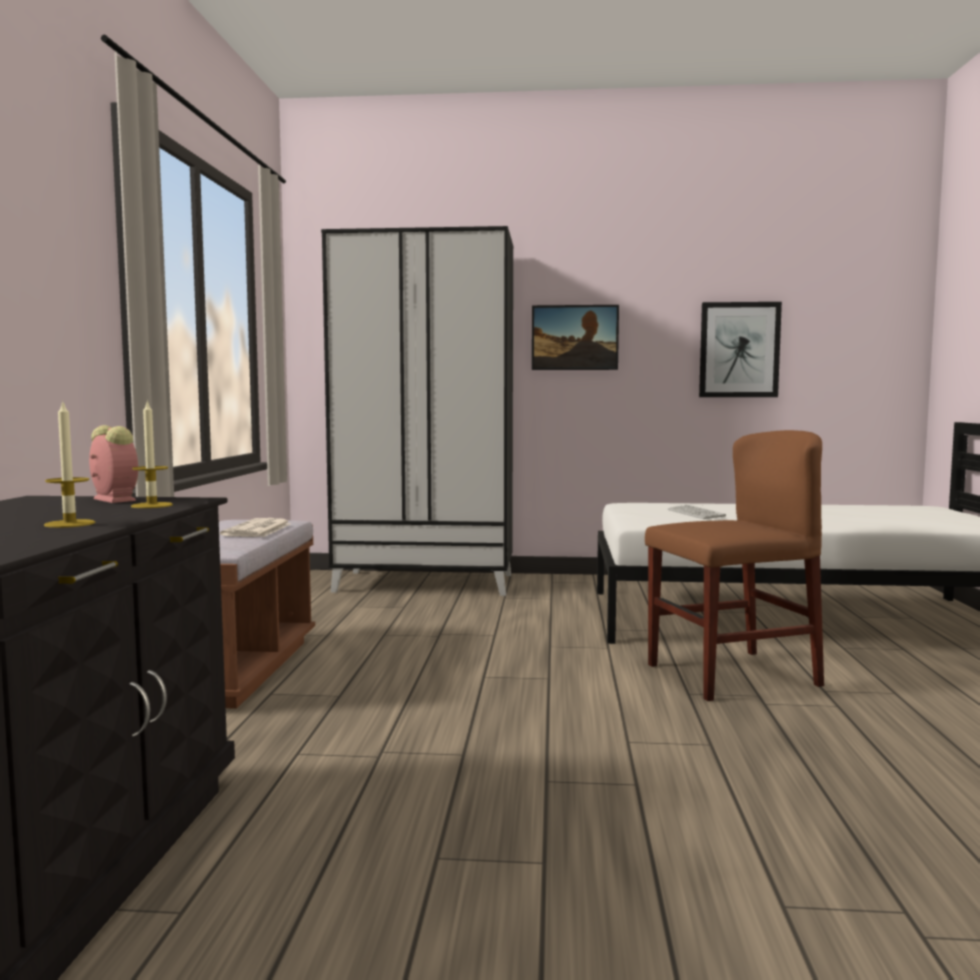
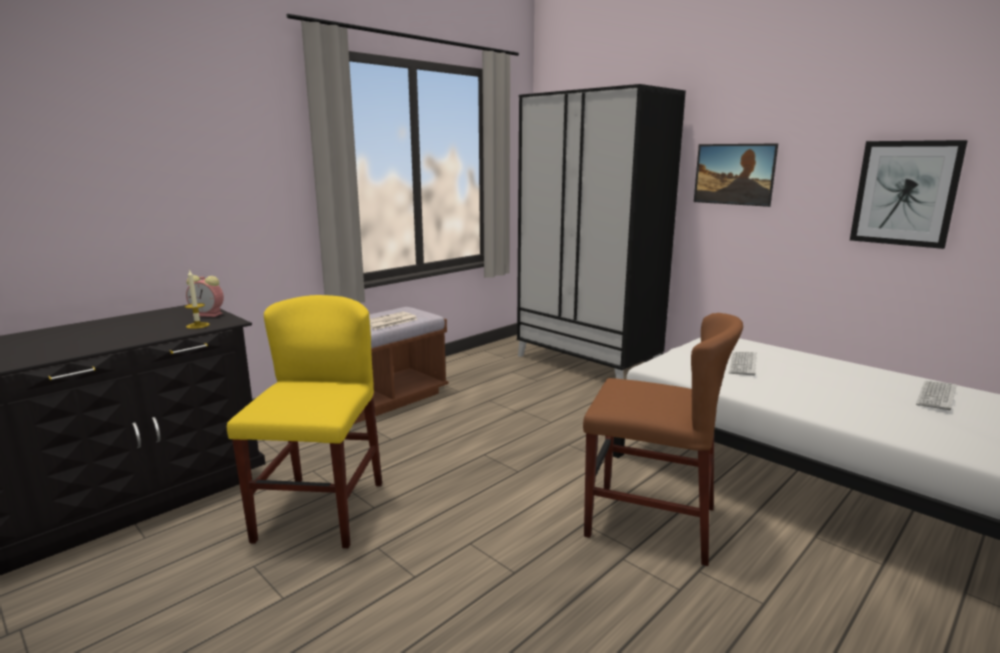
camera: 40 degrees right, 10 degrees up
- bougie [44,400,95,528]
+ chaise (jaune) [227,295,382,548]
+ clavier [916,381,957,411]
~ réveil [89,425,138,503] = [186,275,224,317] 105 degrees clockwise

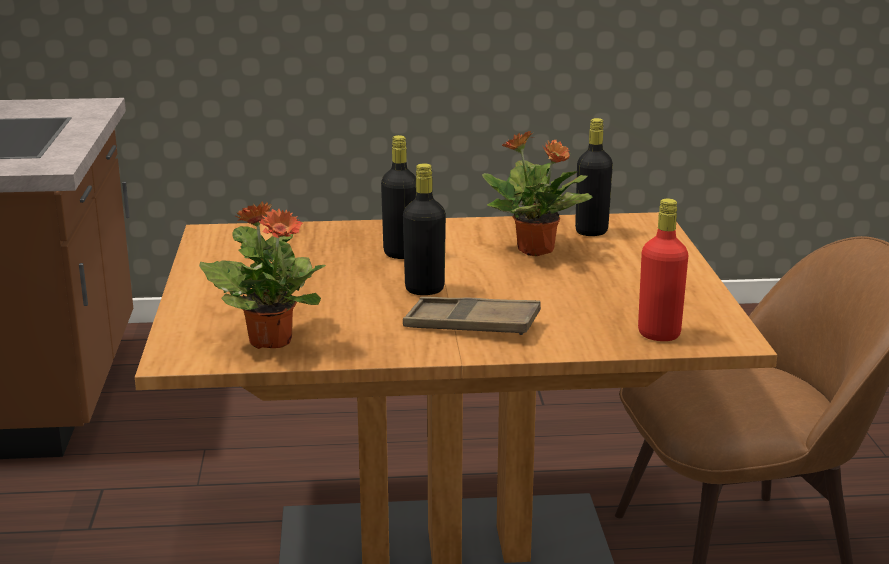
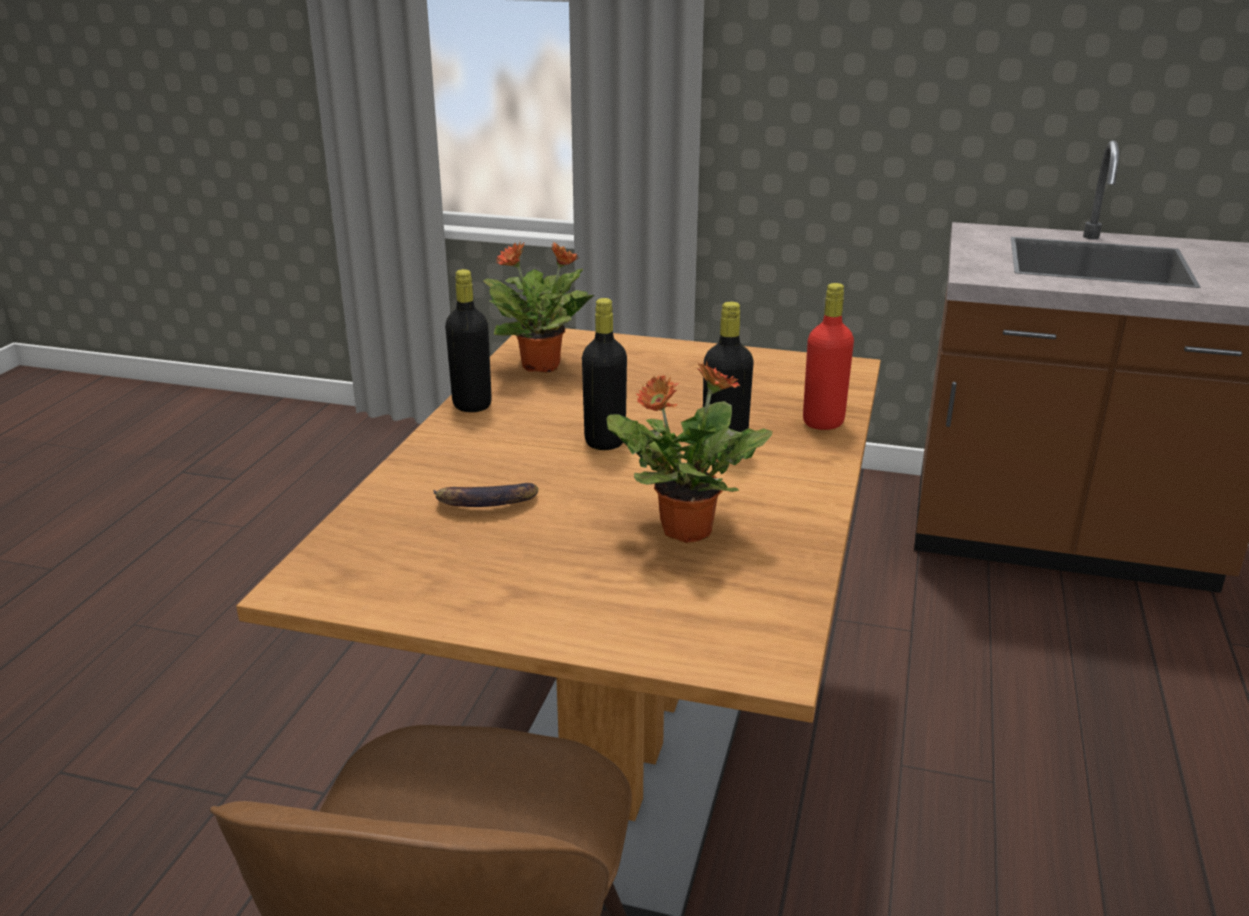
camera: 110 degrees right, 5 degrees up
- plateau (marron) [403,297,541,335]
+ banane [433,483,538,507]
~ bouteille (noir) [575,118,613,236] to [445,269,492,412]
~ bouteille (rouge) [638,199,689,341] to [803,283,854,430]

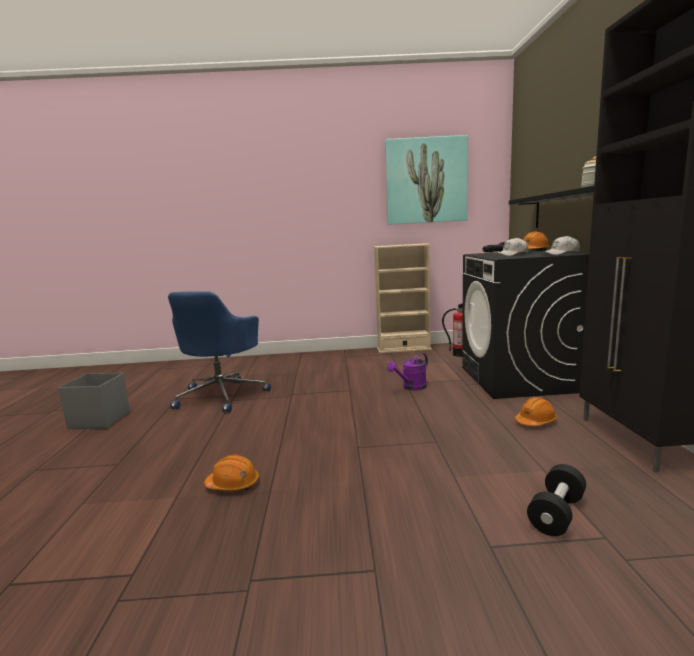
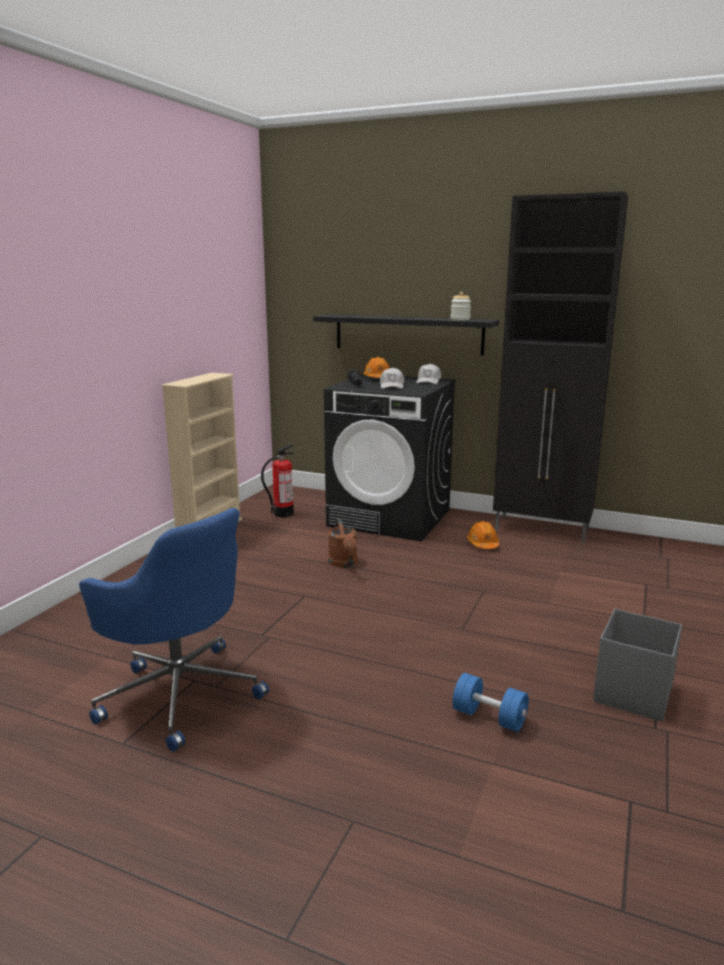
camera: 65 degrees left, 5 degrees up
- tableau [385,135,468,225]
- haltère (noir) [527,464,586,536]
~ boîte de rangement (gris) [58,373,130,429] to [593,609,682,722]
~ casque de chantier (orange) [204,455,259,491] to haltère (bleu) [453,673,529,732]
~ arrosoir (violet) [387,353,428,390] to arrosoir (marron) [328,518,357,567]

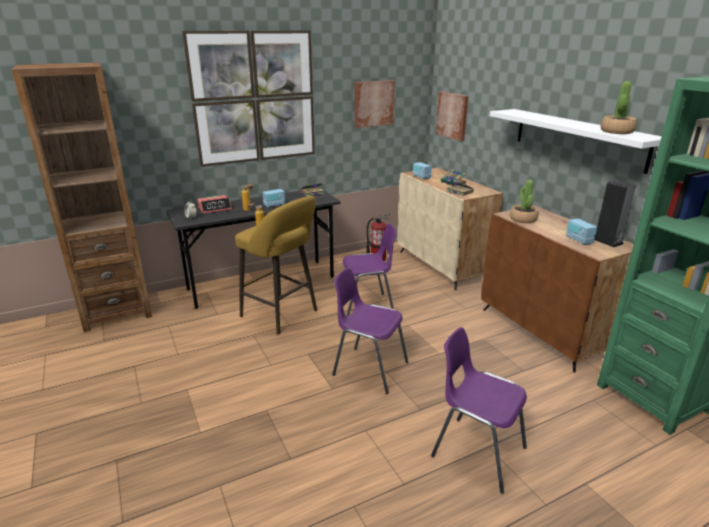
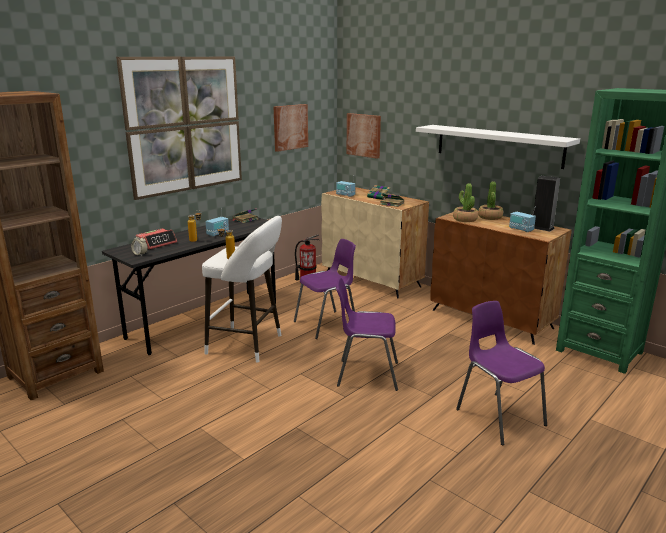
camera: 20 degrees left, 5 degrees down
~ plante en pot [601,81,637,134] to [478,181,503,220]
~ tabouret (jaune) [235,196,317,334] to tabouret (blanc) [202,216,282,363]
~ chaise (violet) [431,327,527,494] = [456,301,547,445] 45 degrees clockwise

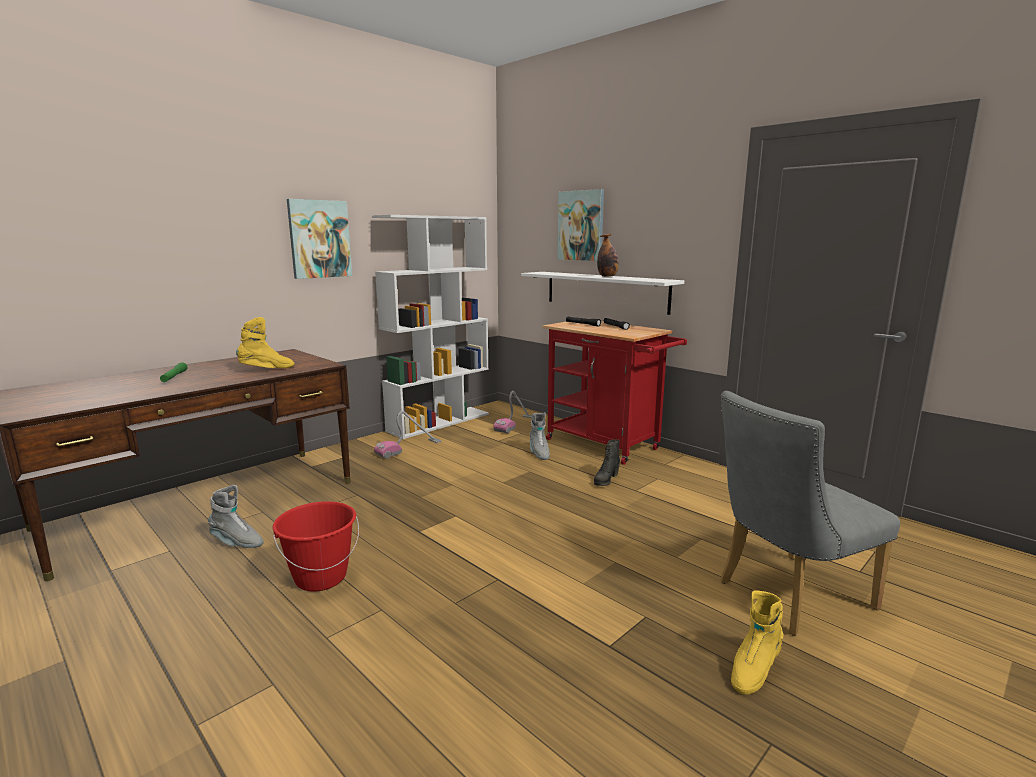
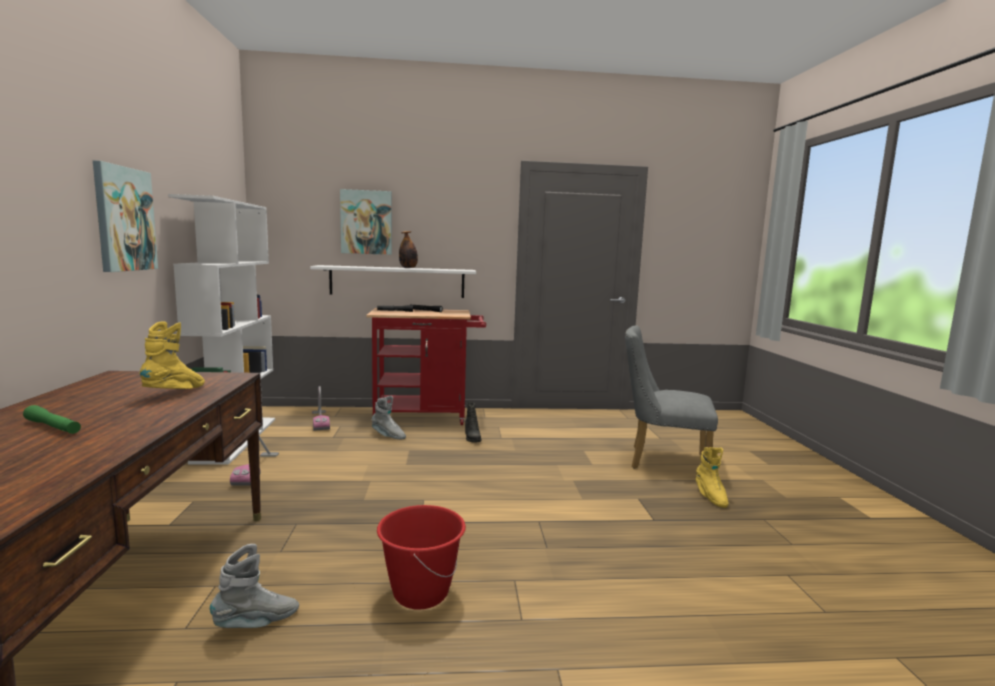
camera: 50 degrees left, 5 degrees down
~ chaise (gris) [720,391,900,636] = [625,325,718,469] 90 degrees clockwise

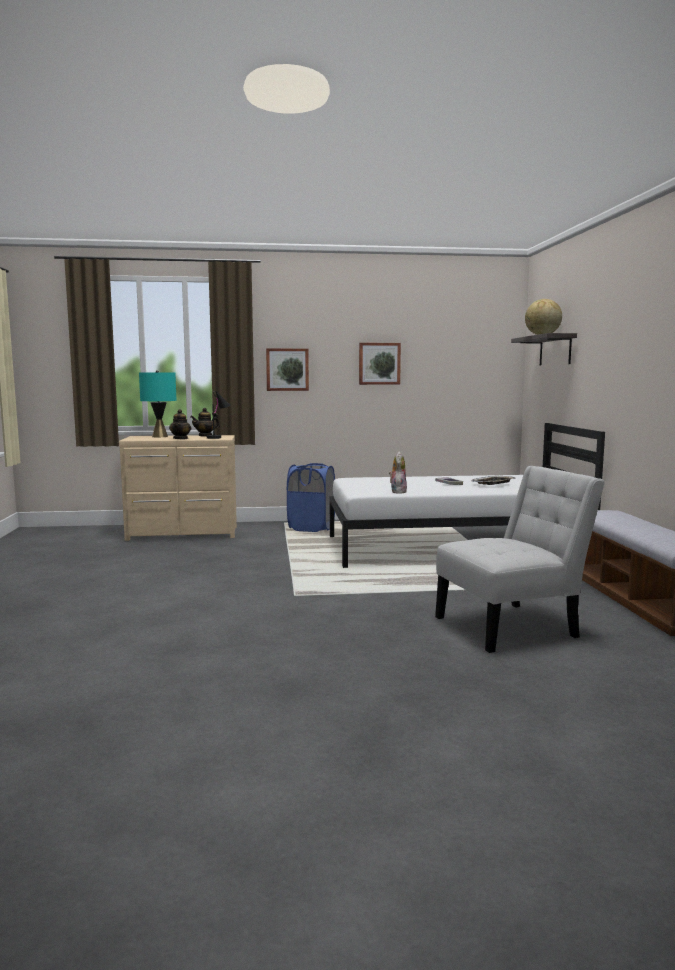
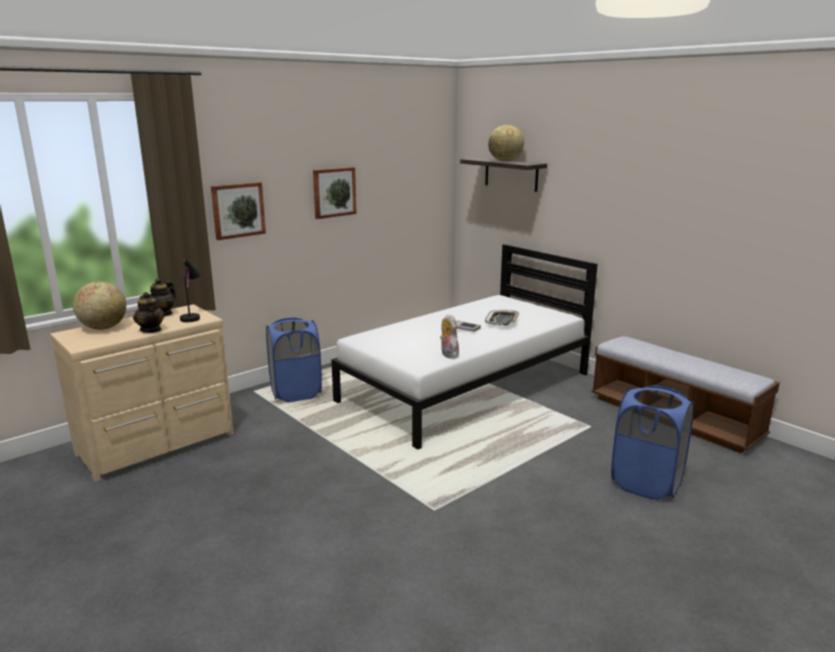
camera: 35 degrees left, 10 degrees up
~ lampe de table (turquoise) [139,370,177,437] to globe [73,281,126,330]
~ chaise (blanc) [435,466,605,653] to panier à linge (bleu) [611,385,694,500]

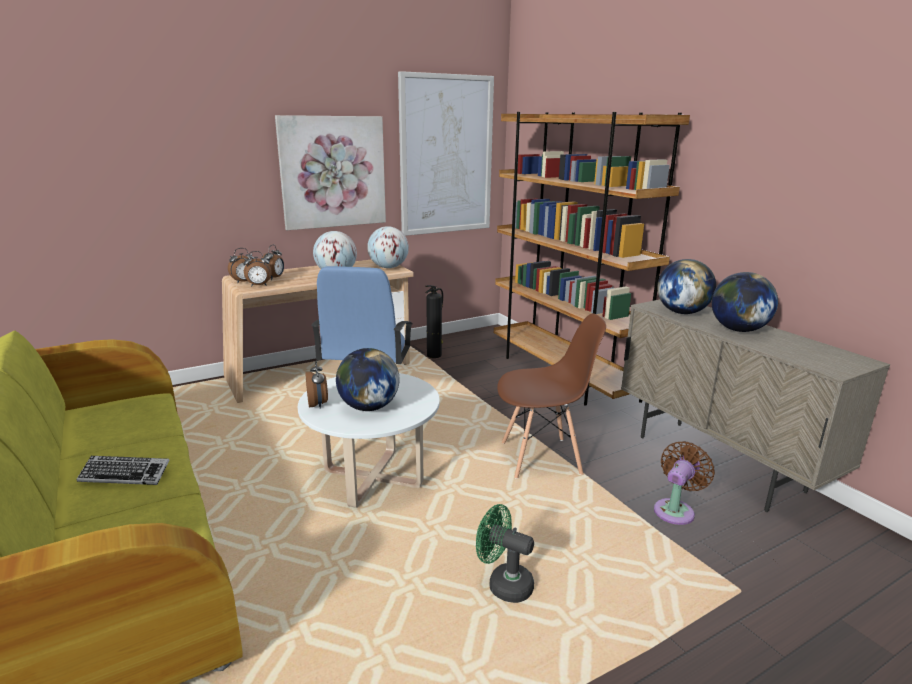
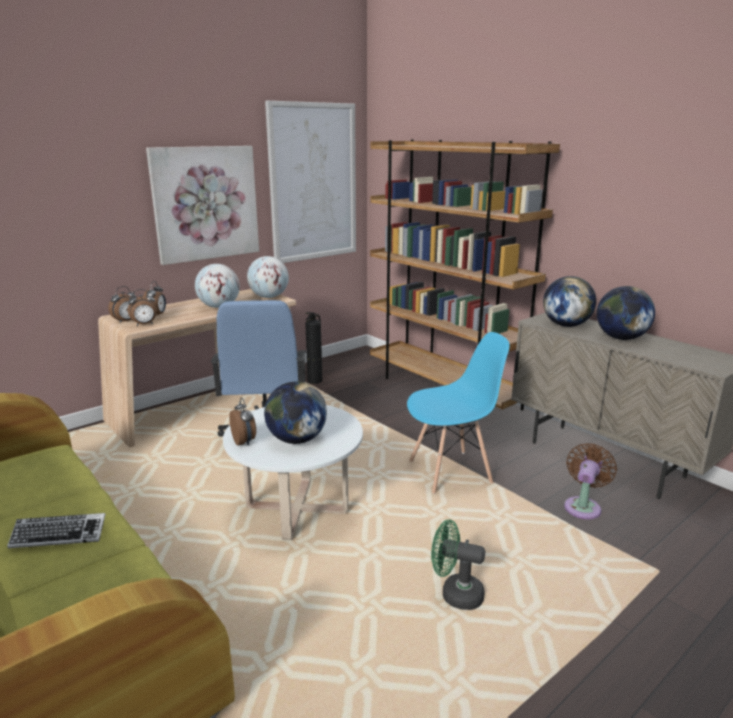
camera: 10 degrees left, 0 degrees up
~ chaise (marron) [497,314,606,479] to chaise (bleu) [407,332,510,494]

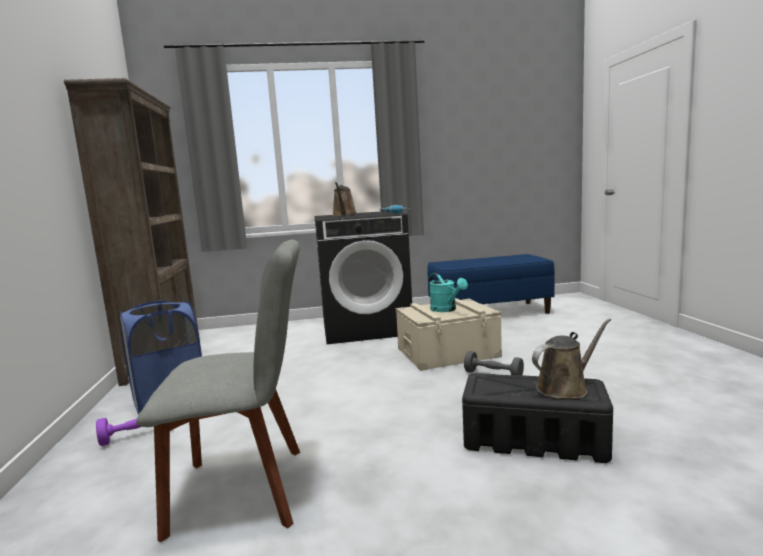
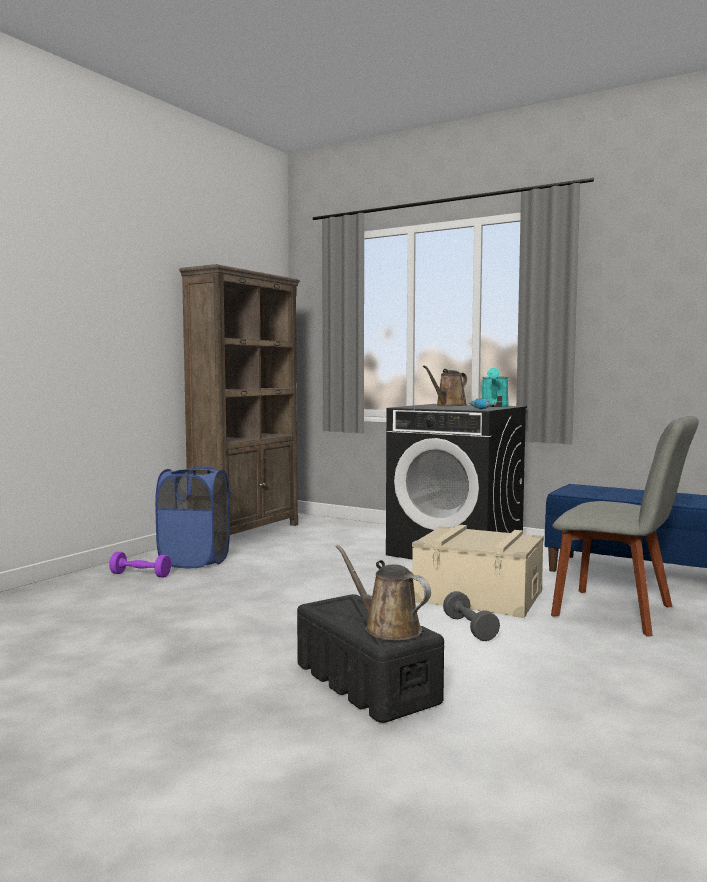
camera: 40 degrees right, 5 degrees down
~ chaise (gris) [136,239,300,542] to [551,416,699,637]
~ arrosoir (turquoise) [429,273,468,312] to [482,368,509,407]
~ arrosoir (marron) [532,319,611,399] = [335,545,431,640] 150 degrees counterclockwise

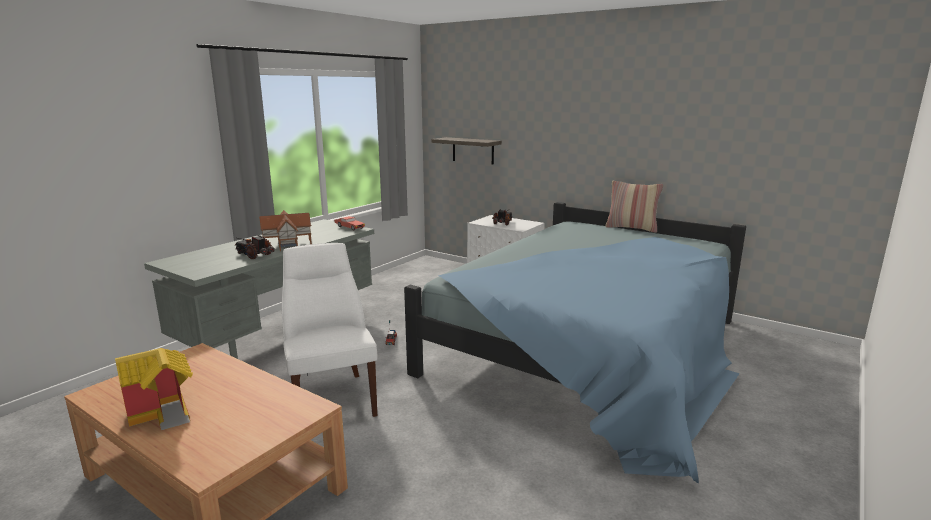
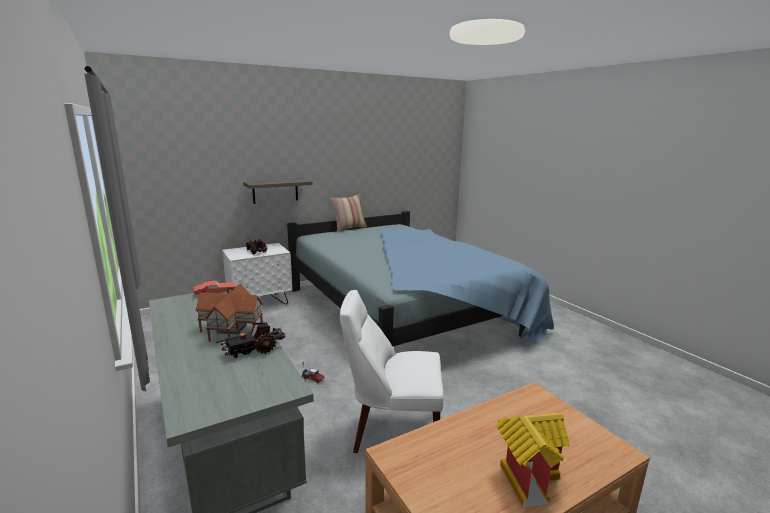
camera: 65 degrees left, 0 degrees up
~ étagère [431,137,502,165] to [243,179,313,204]

